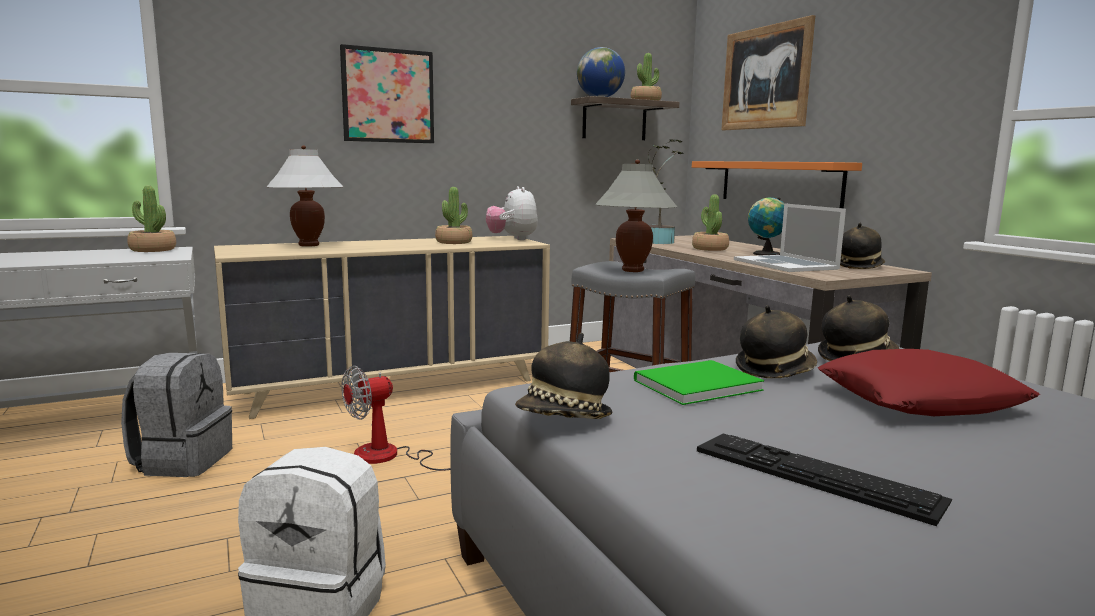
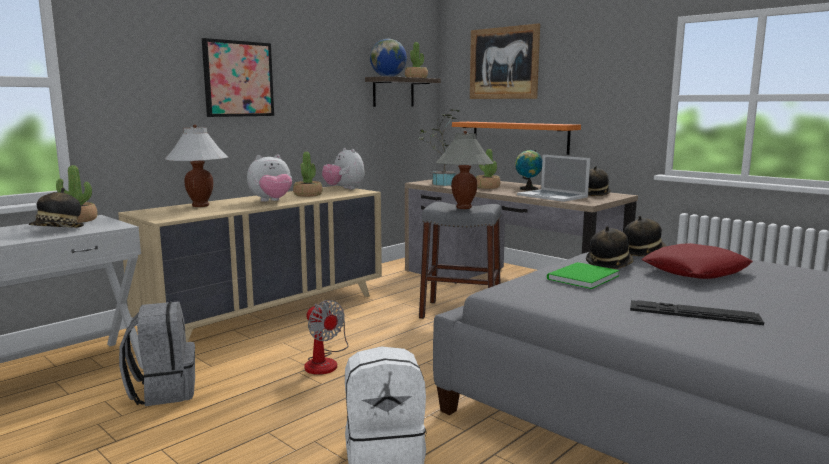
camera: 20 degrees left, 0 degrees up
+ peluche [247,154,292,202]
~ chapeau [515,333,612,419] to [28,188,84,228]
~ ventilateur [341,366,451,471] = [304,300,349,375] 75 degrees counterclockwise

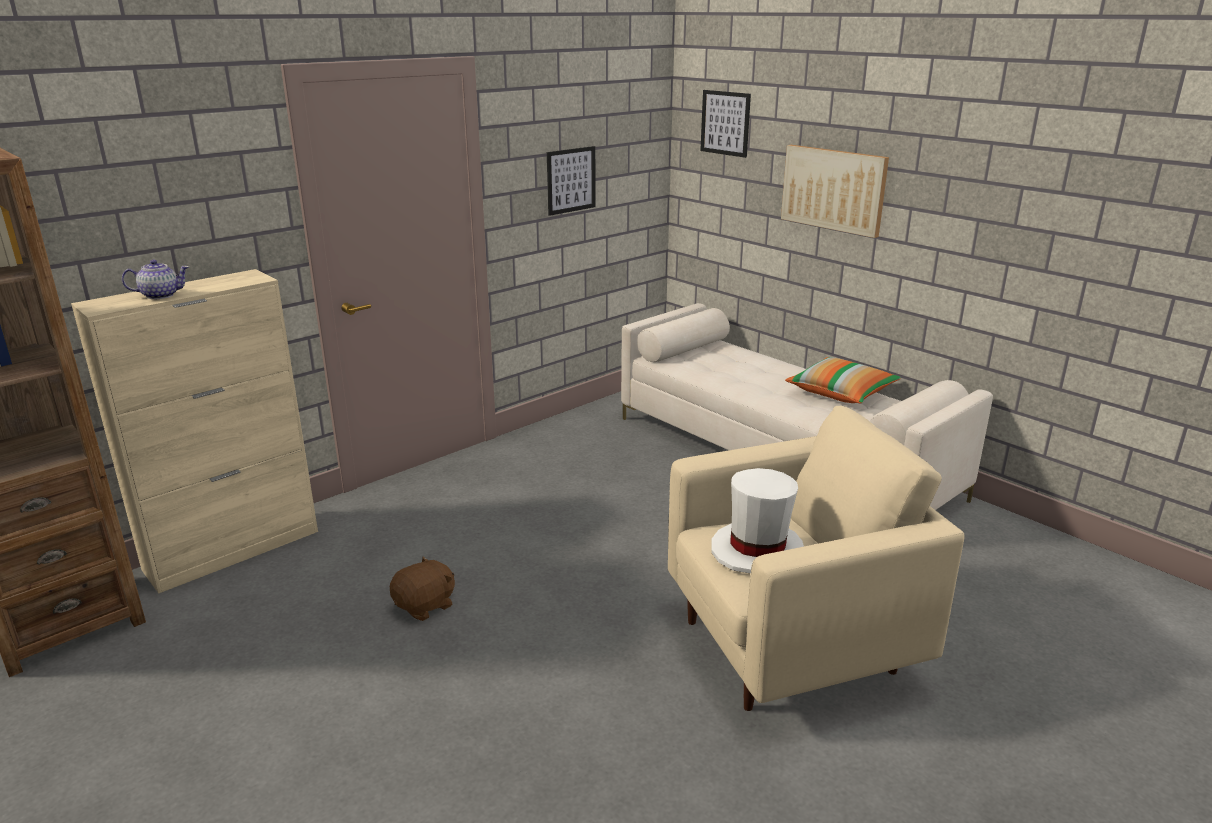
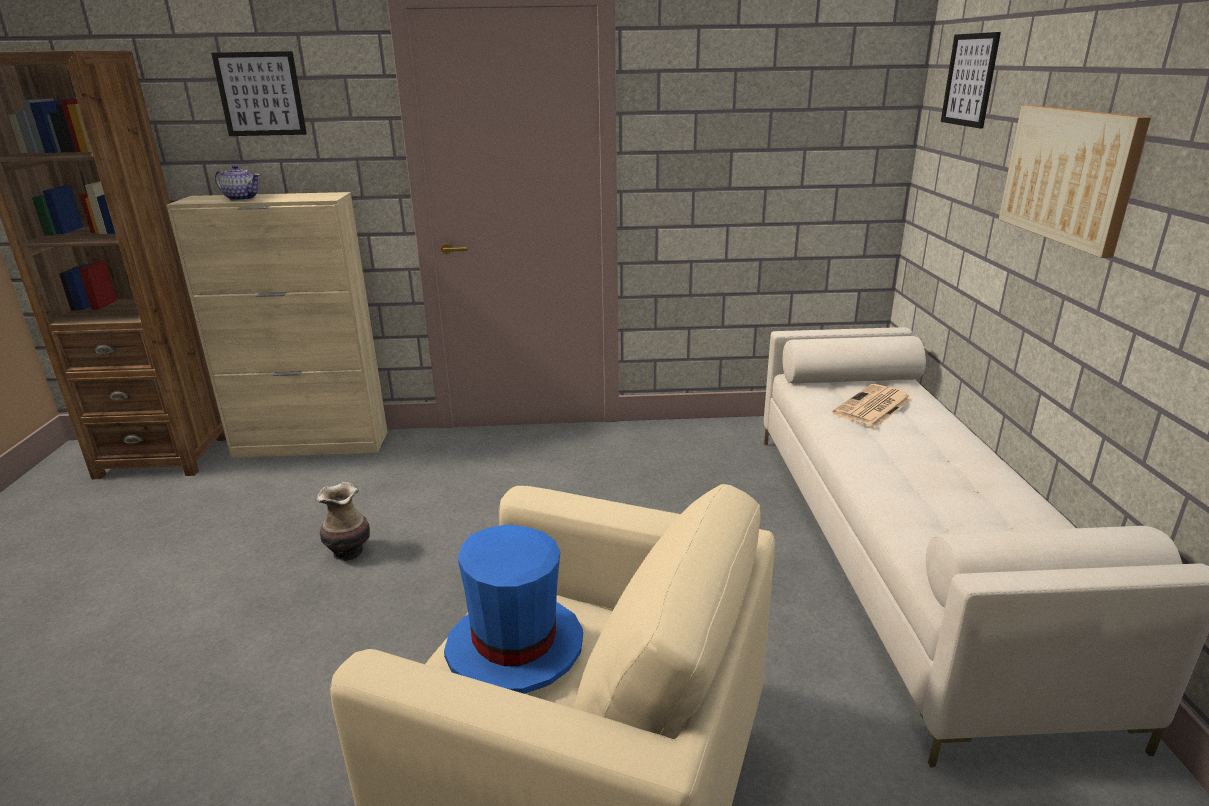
camera: 40 degrees right, 0 degrees up
- coussin [785,357,901,403]
+ journal [833,384,912,428]
~ tableau [547,146,596,216] to [211,51,307,136]
~ peluche (marron) [390,556,455,621] to vase [317,482,370,561]
~ chapeau (blanc) [711,468,804,574] to chapeau (bleu) [444,525,583,694]

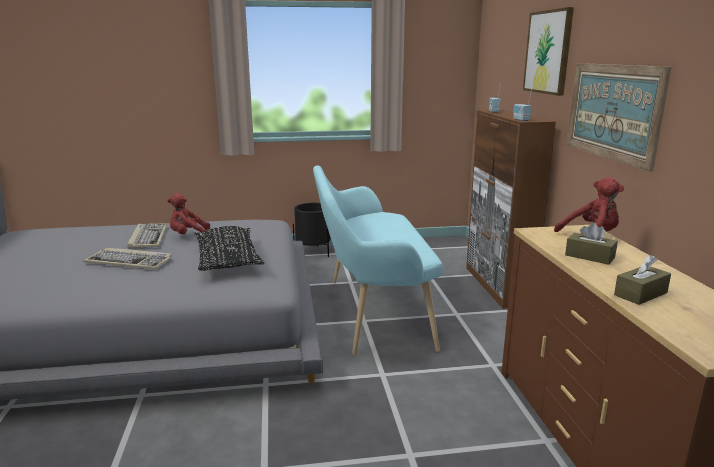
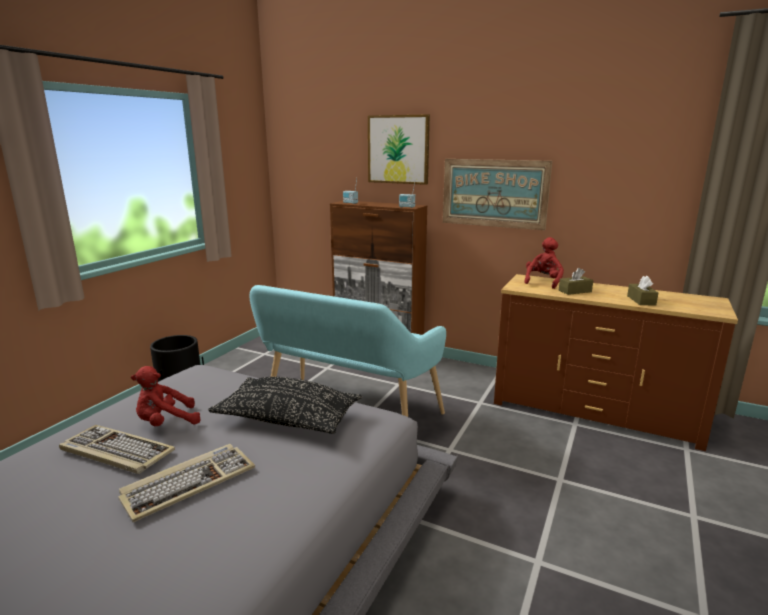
camera: 55 degrees left, 0 degrees up
~ peluche (rouge) [167,193,210,234] = [131,366,201,426] 45 degrees clockwise

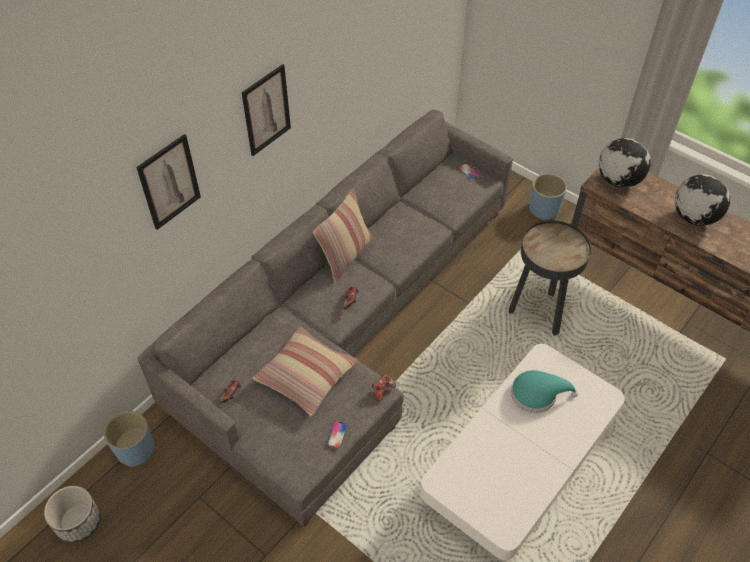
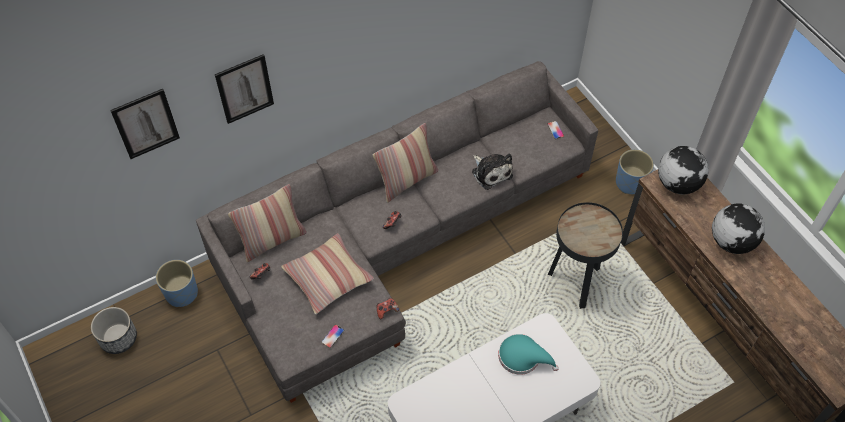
camera: 20 degrees right, 5 degrees up
+ coussin [228,184,307,262]
+ peluche [472,154,513,190]
~ tableau [242,64,291,156] to [110,89,180,159]

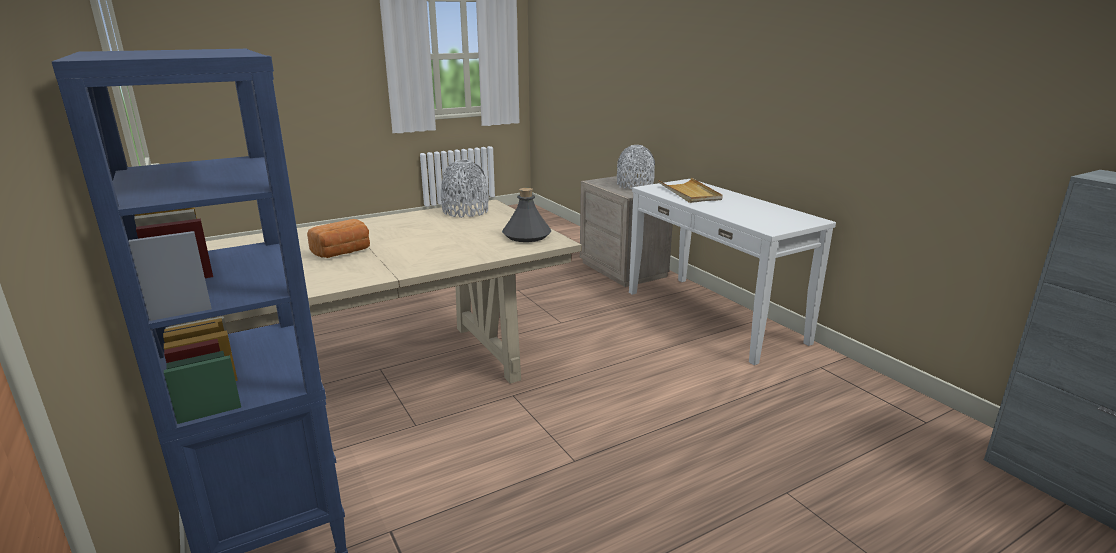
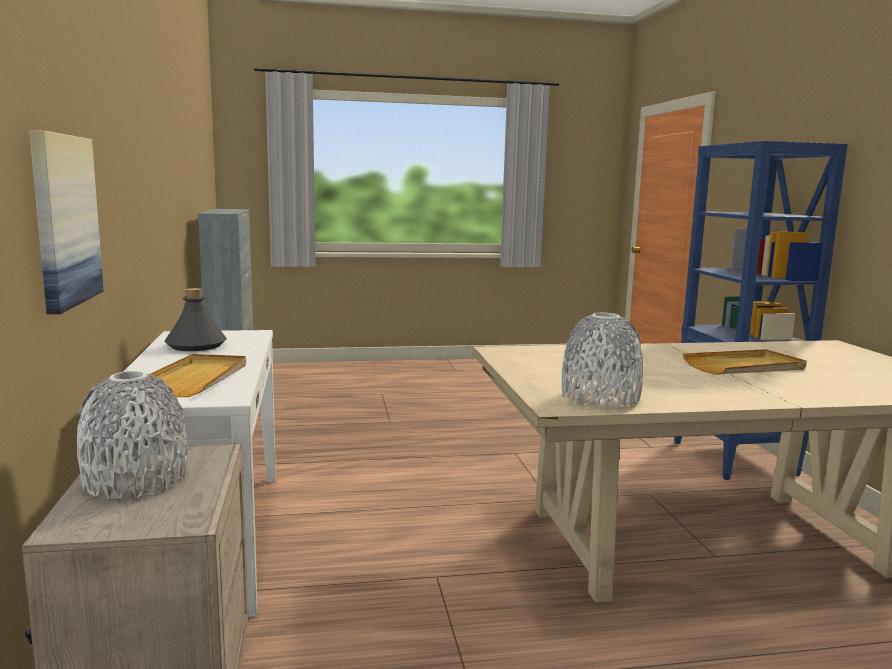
camera: 160 degrees left, 10 degrees down
+ tableau [29,130,104,314]
~ bouteille (gris) [502,188,551,242] to [165,288,227,351]
~ pain [307,219,370,258] to plateau (beige) [682,349,807,375]

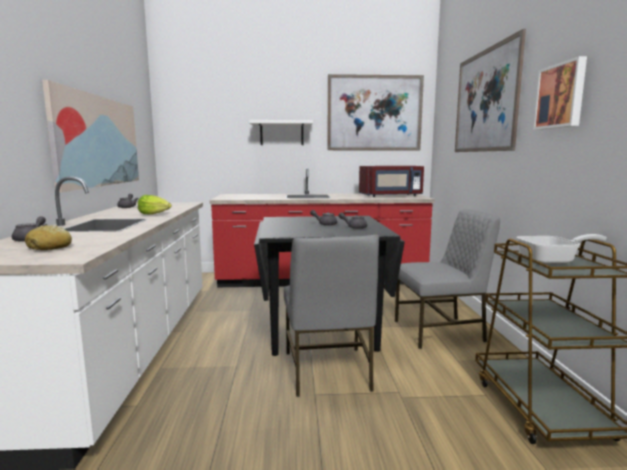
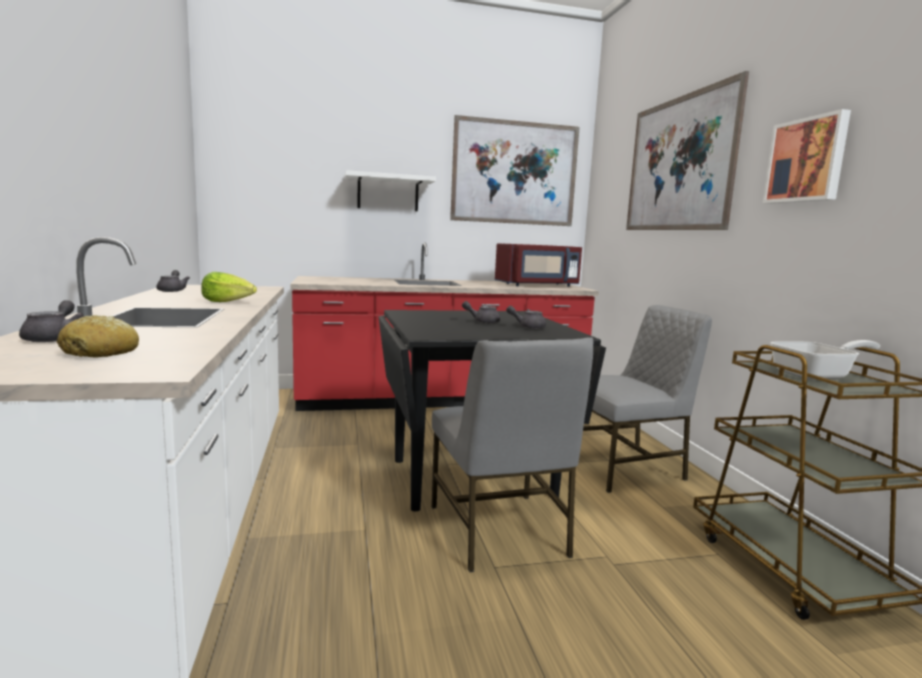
camera: 10 degrees left, 0 degrees up
- tableau [42,80,139,192]

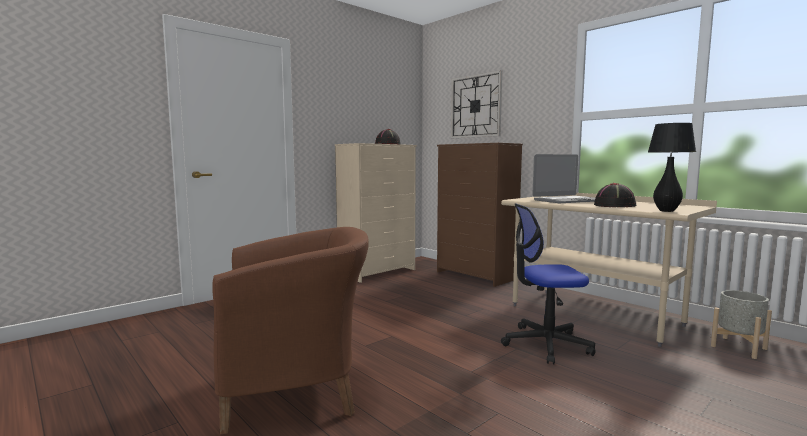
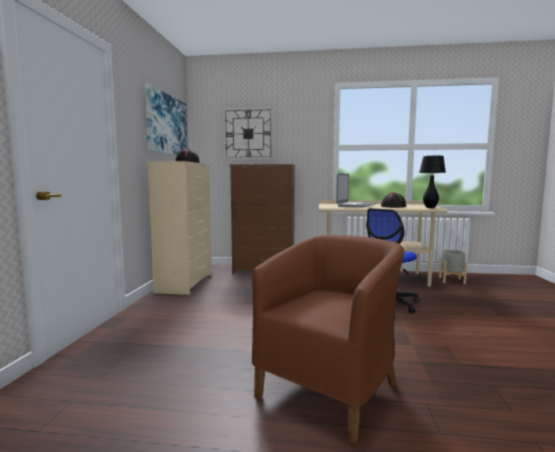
camera: 40 degrees left, 0 degrees up
+ tableau [145,84,187,155]

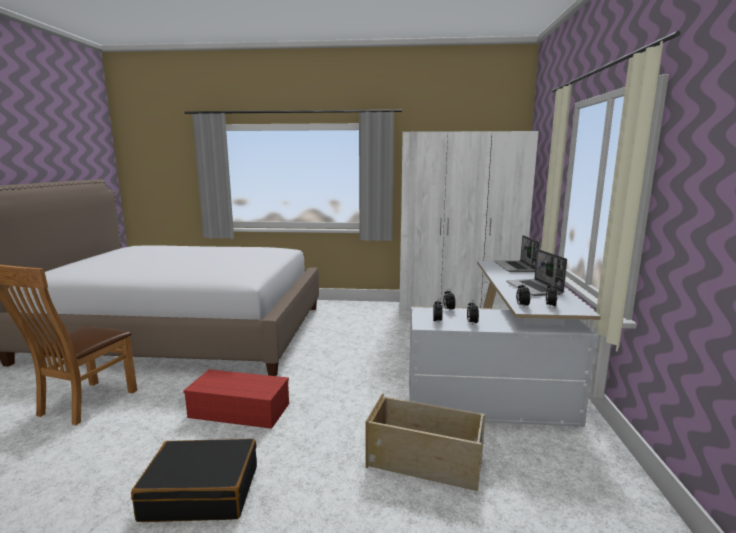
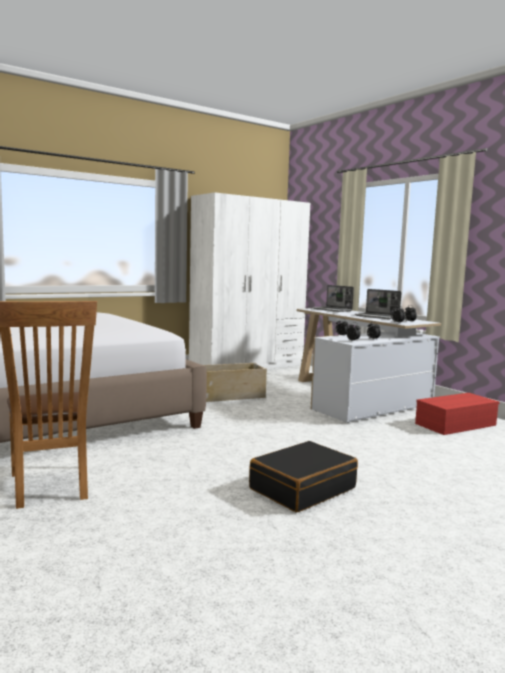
camera: 40 degrees left, 5 degrees down
~ boîte de rangement (rouge) [183,369,289,429] to [415,393,499,435]
~ boîte de rangement (beige) [366,393,485,491] to [204,363,267,402]

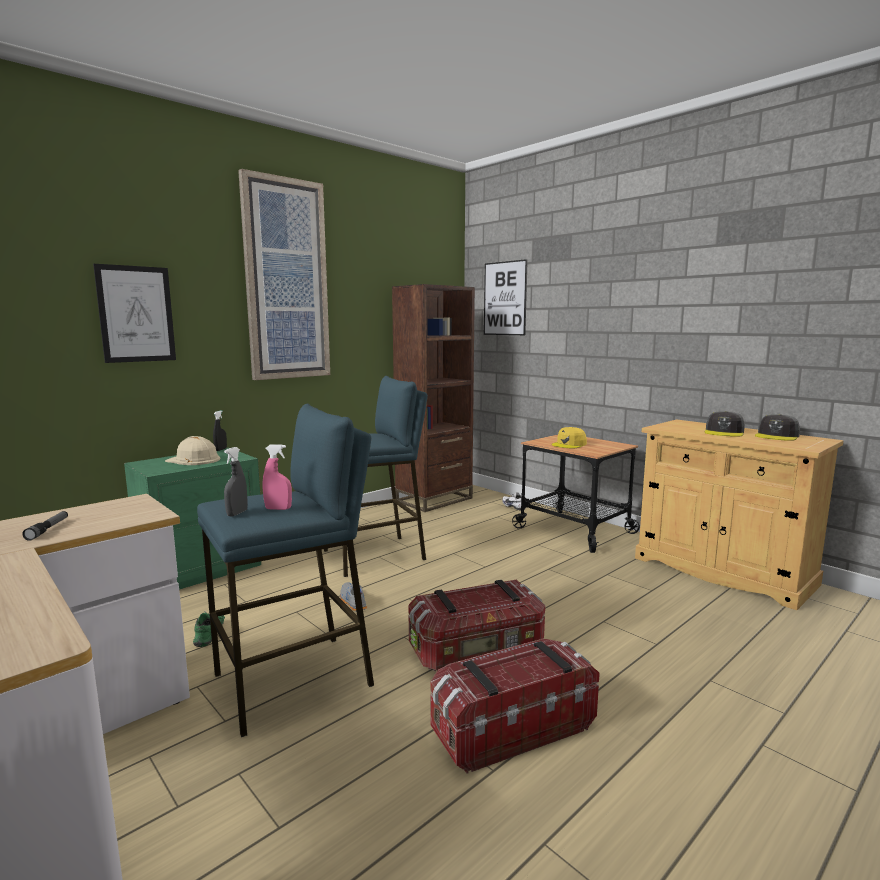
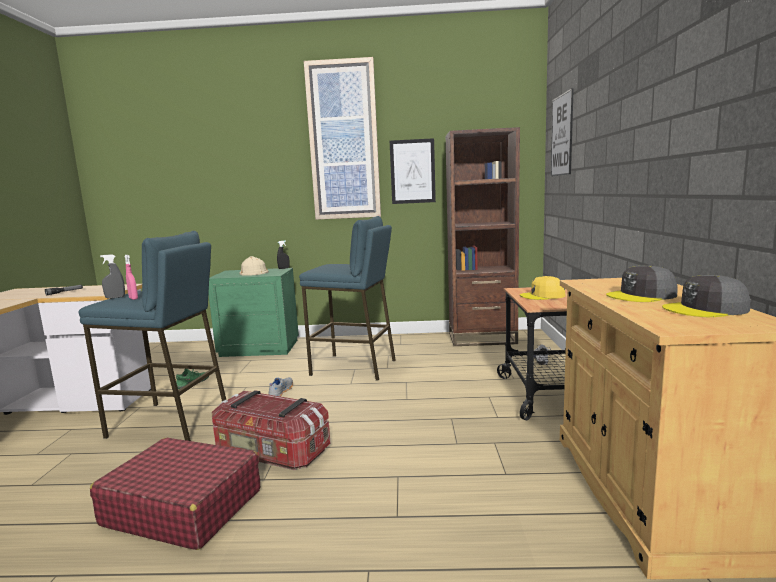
camera: 45 degrees right, 0 degrees up
~ tableau [93,264,176,363] to [390,138,436,204]
~ boîte de rangement [430,639,600,774] to valise (rouge) [90,438,260,550]

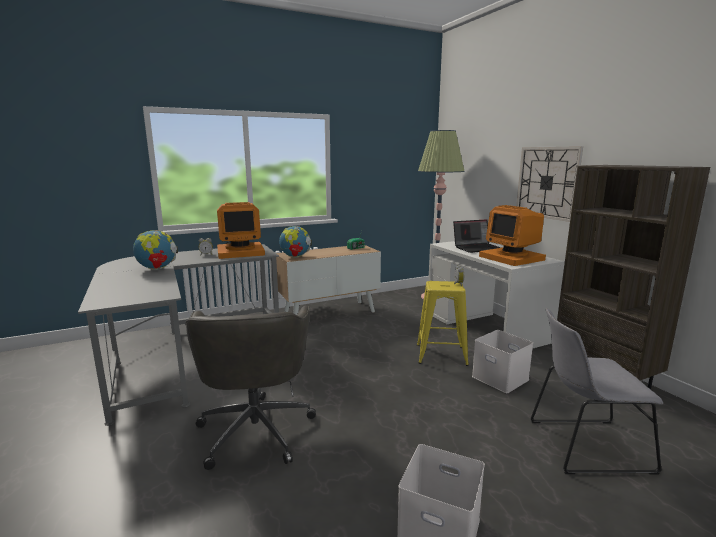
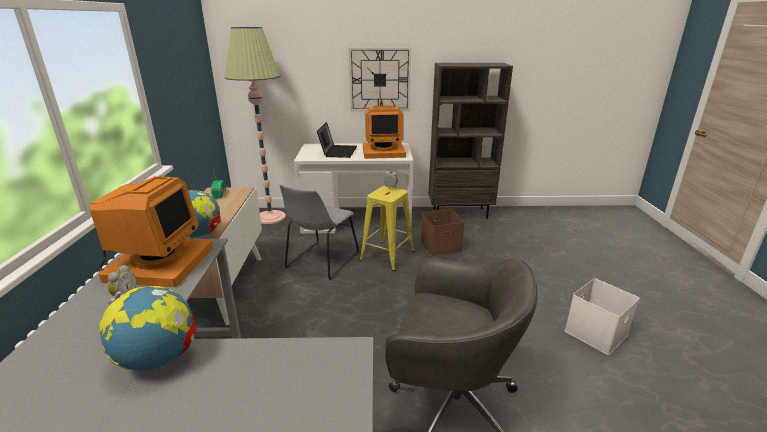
camera: 65 degrees left, 10 degrees up
~ chaise (gris) [530,308,663,474] to [279,184,359,280]
~ boîte de rangement (blanc) [472,330,533,393] to boîte de rangement (marron) [421,209,465,256]

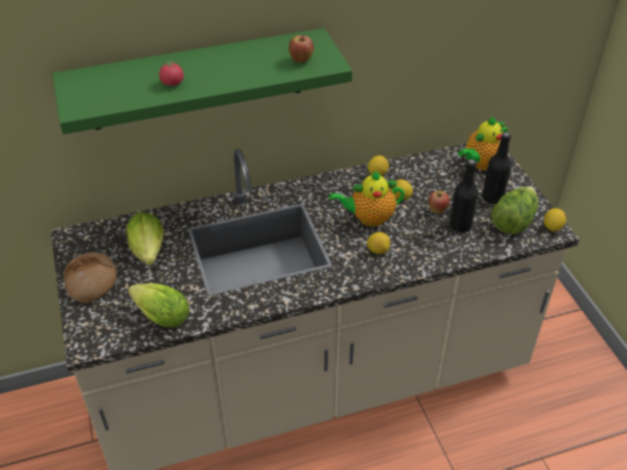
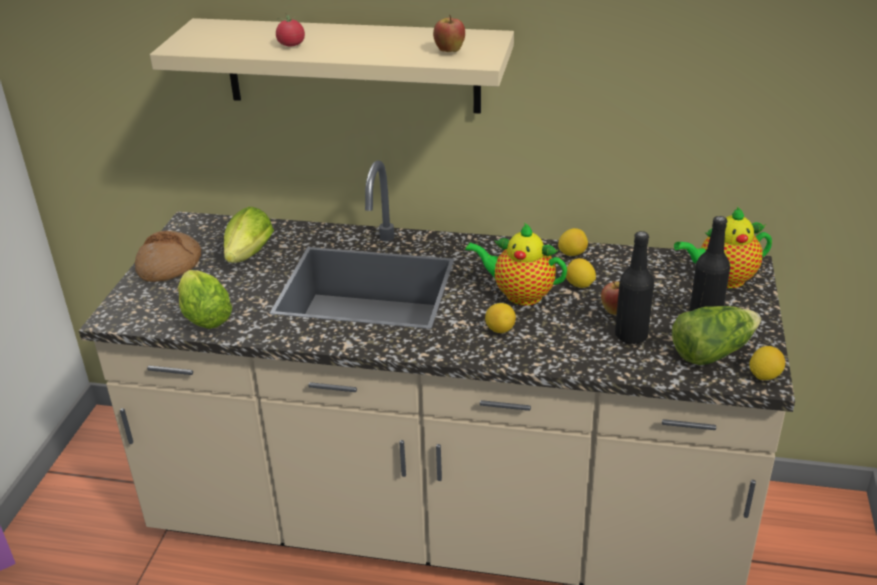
camera: 30 degrees right, 10 degrees down
~ étagère (vert) [52,28,352,134] to étagère (beige) [150,18,514,114]

